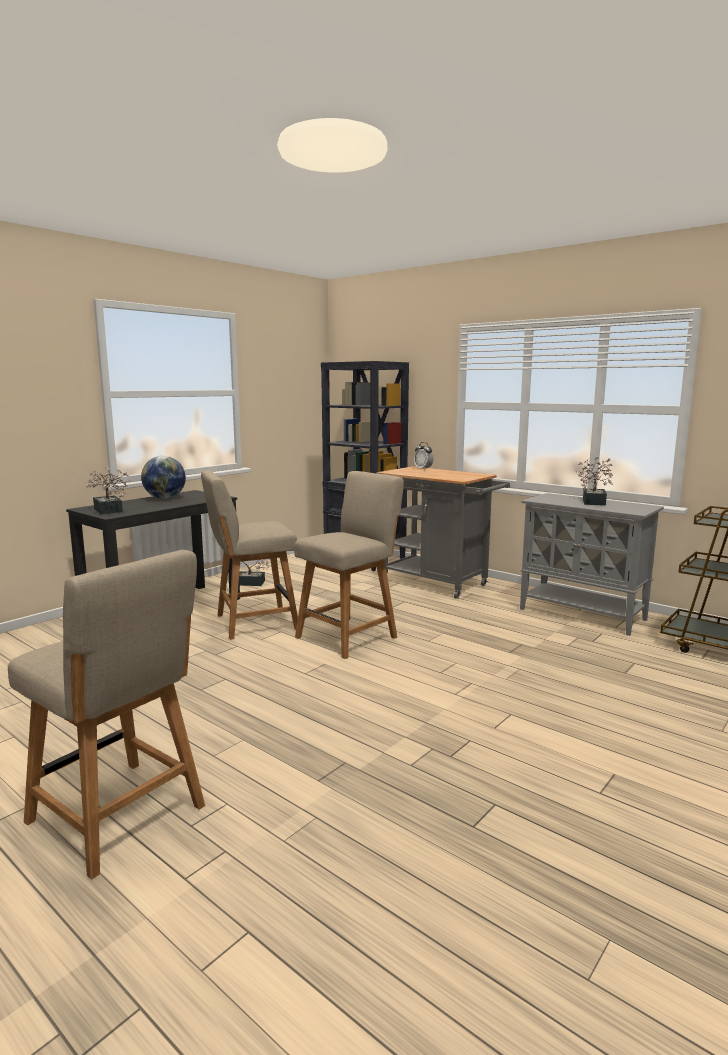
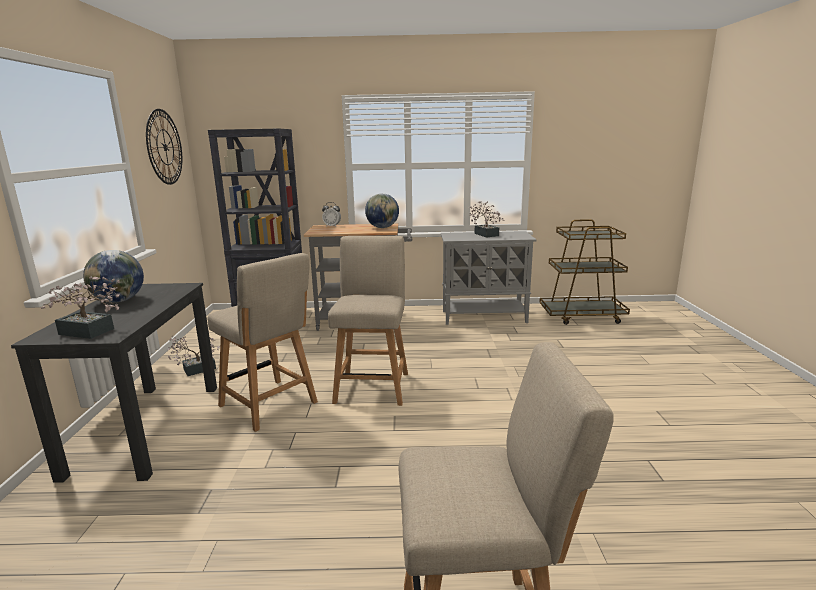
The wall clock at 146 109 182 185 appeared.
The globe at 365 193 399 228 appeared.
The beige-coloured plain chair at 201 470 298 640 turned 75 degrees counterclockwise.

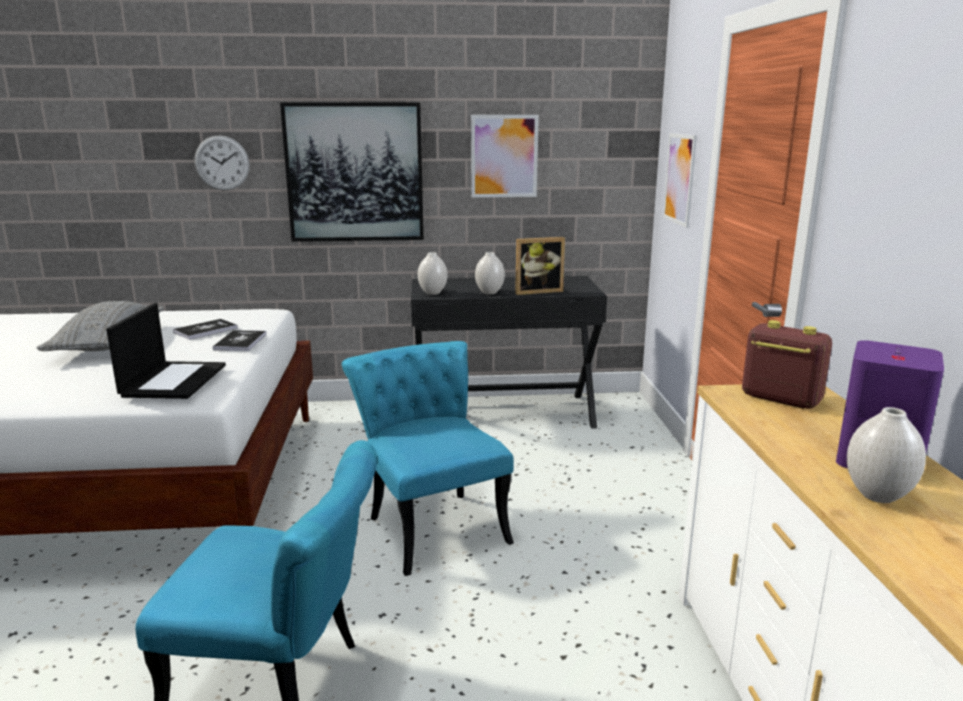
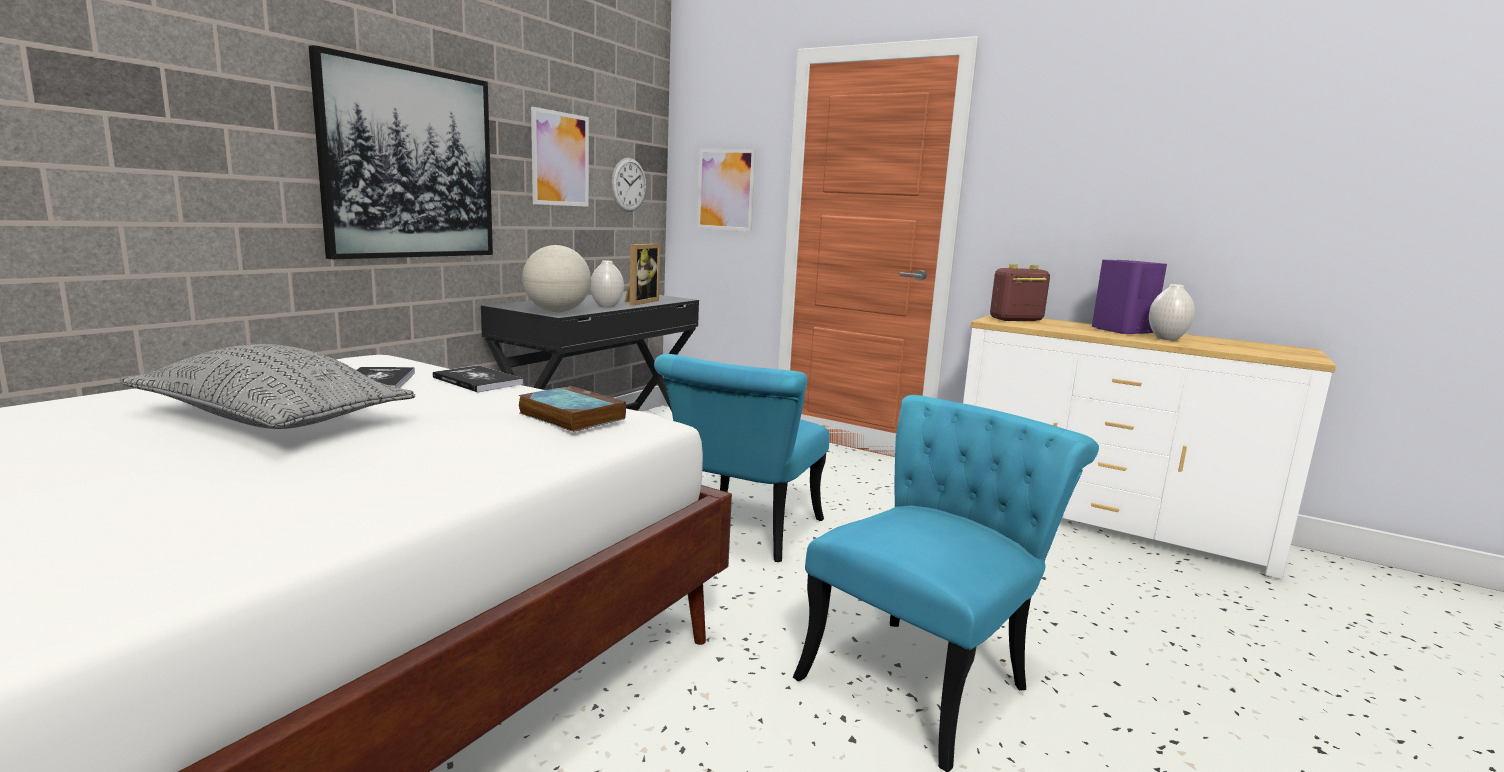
The wall clock moved from 195 135 250 191 to 611 158 646 212.
The laptop at 106 303 226 399 was replaced by the book at 519 386 626 432.
The white-coloured flower vase at 418 252 448 295 was replaced by the globe at 522 245 591 312.
The blue-green plain chair at 342 341 514 576 turned 75 degrees counterclockwise.

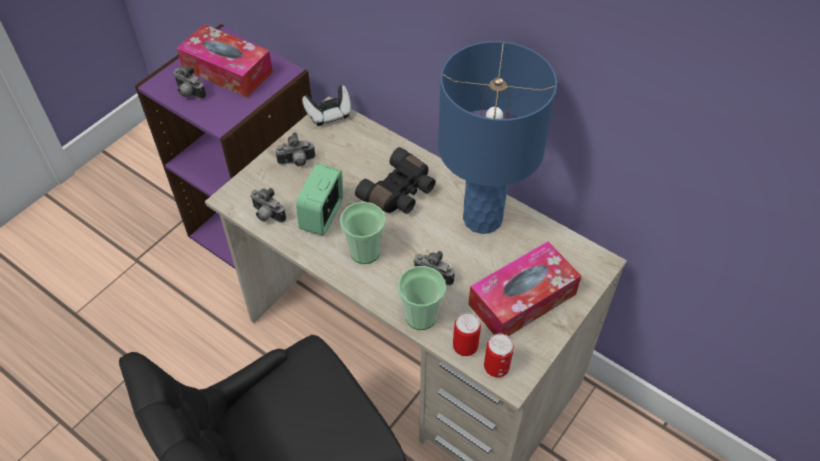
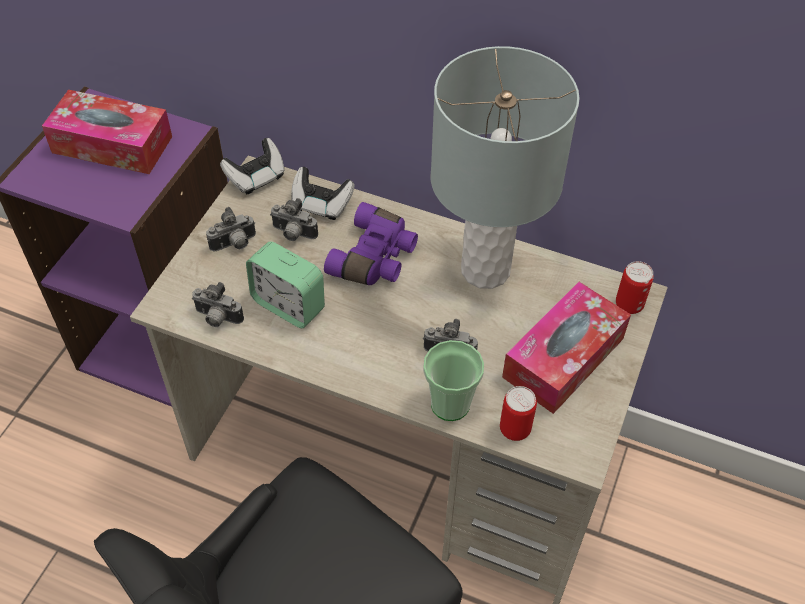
The small cup at 340 202 386 264 disappeared.
The gamepad at 291 167 355 220 appeared.
The photo camera moved from 174 65 206 99 to 270 198 318 241.
The can moved from 484 334 514 377 to 616 261 654 314.
The black-coloured field glasses at 355 147 435 214 became the purple field glasses at 324 202 418 285.
The blue-coloured tabletop lamp at 438 41 557 234 became the greyish tabletop lamp at 431 46 580 289.
The bedside clock at 296 163 343 236 turned 60 degrees counterclockwise.

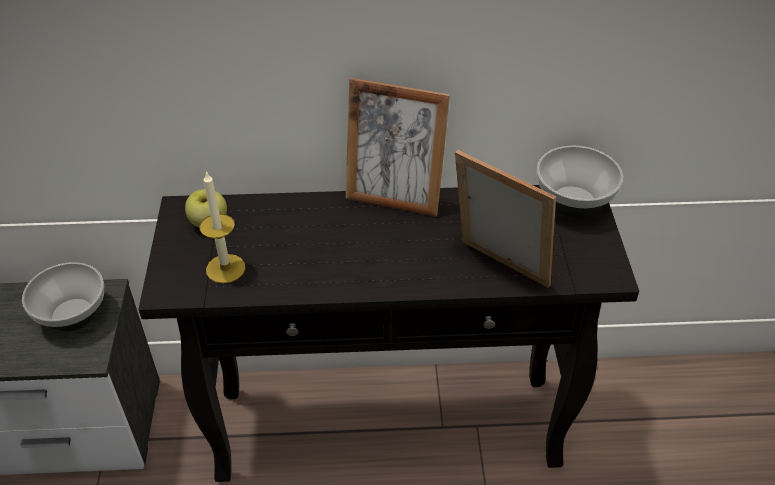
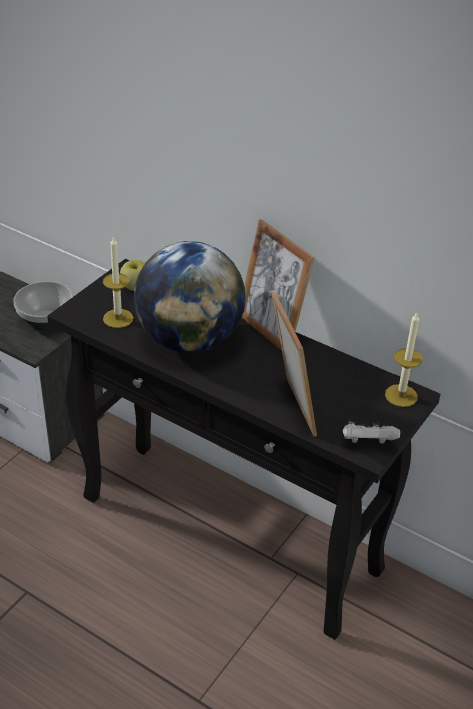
The globe at 134 241 246 353 appeared.
The white-coloured gamepad at 343 421 400 444 appeared.
The serving bowl at 537 146 623 218 was replaced by the candle at 385 313 423 407.

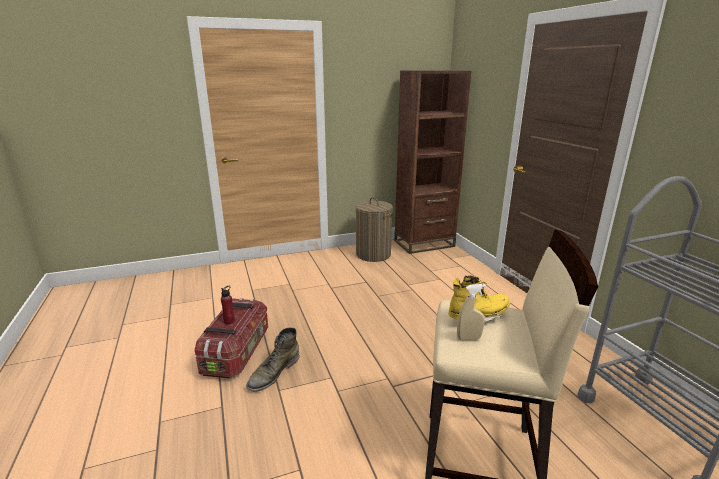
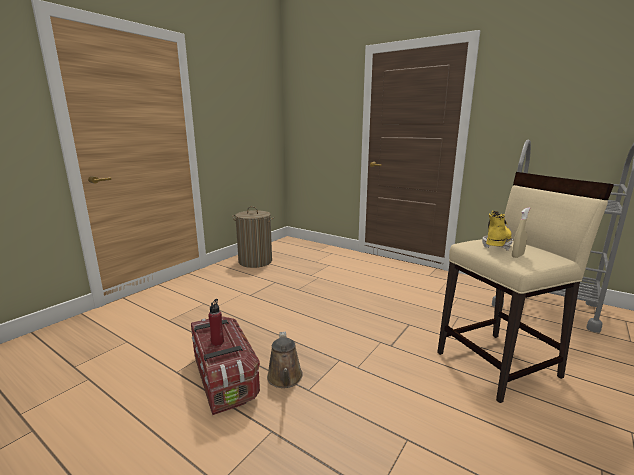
The brown-coloured shelving unit at 394 70 471 254 disappeared.
The green tall boot at 246 328 299 392 was replaced by the brown-coloured watering pot at 267 332 303 388.

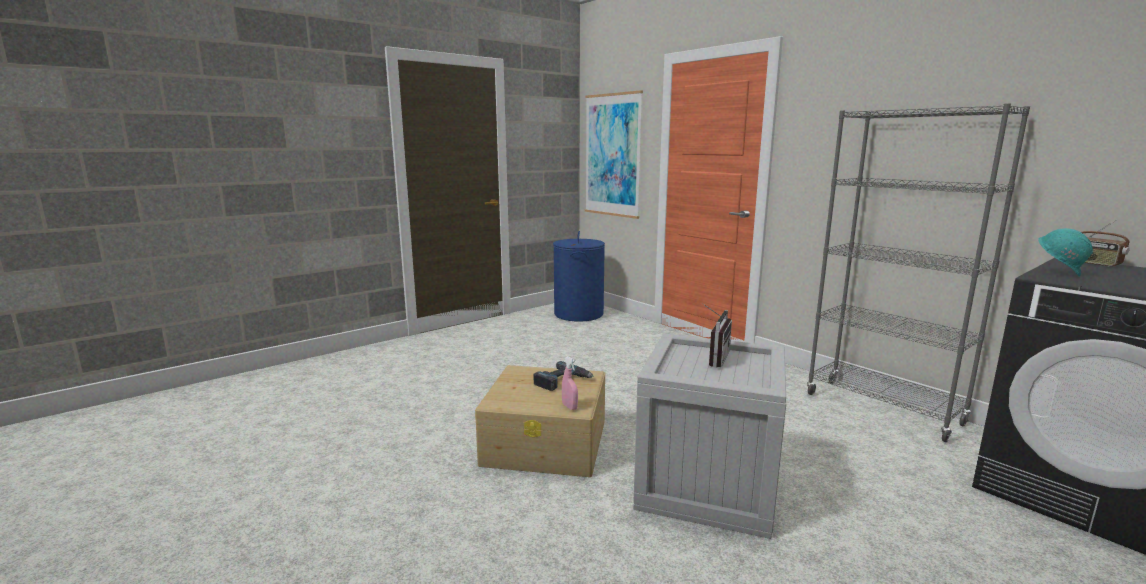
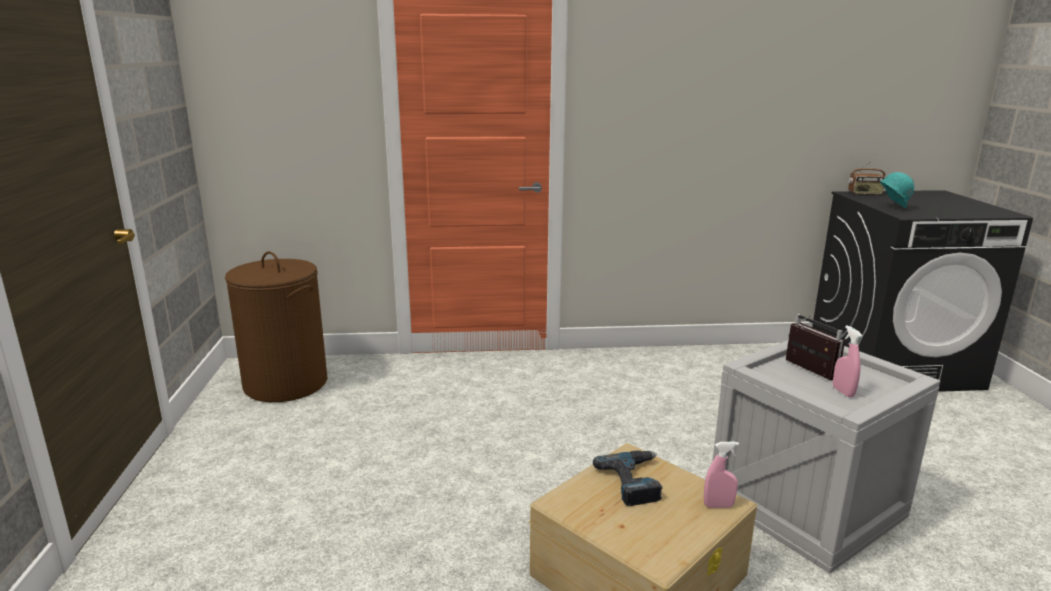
The wall picture at 585 90 643 219 disappeared.
The greyish shelving unit at 806 103 1030 442 disappeared.
The pinkish hand sprayer at 833 325 862 397 appeared.
The blue-coloured hamper at 553 231 605 322 became the brown-coloured hamper at 225 251 328 402.

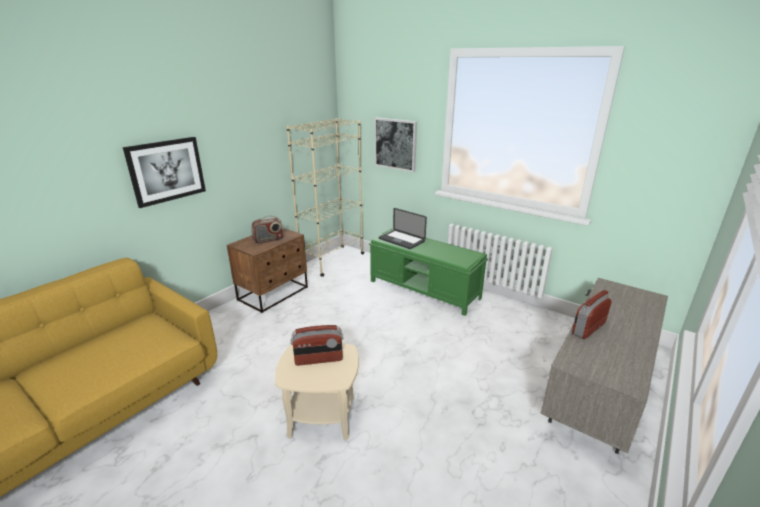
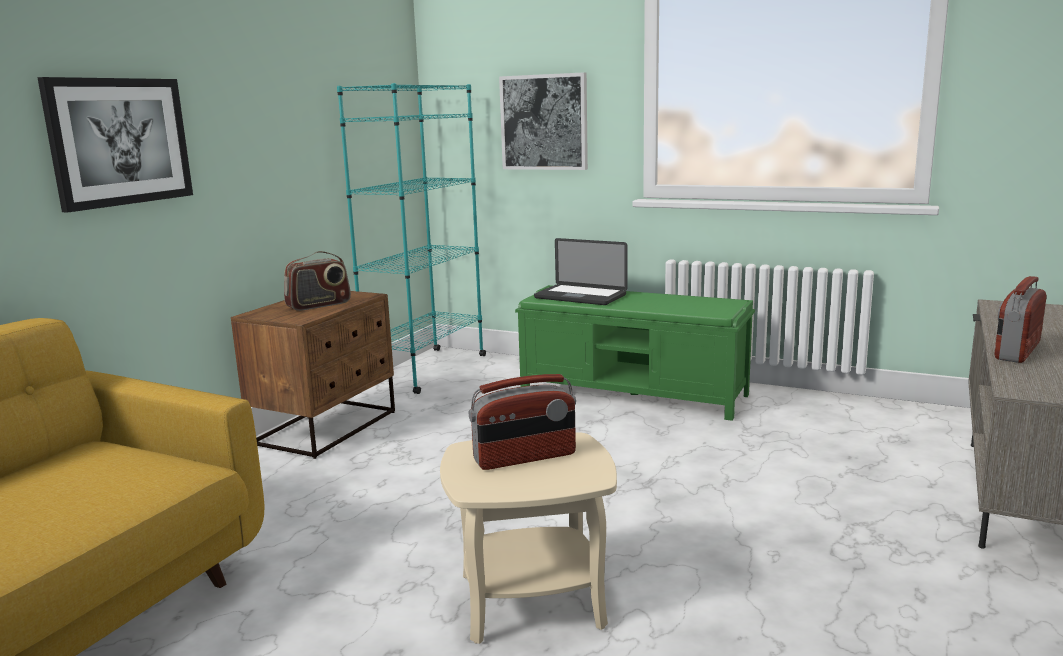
The beige-coloured shelving unit at 286 118 364 277 became the blue-green shelving unit at 337 83 486 394.

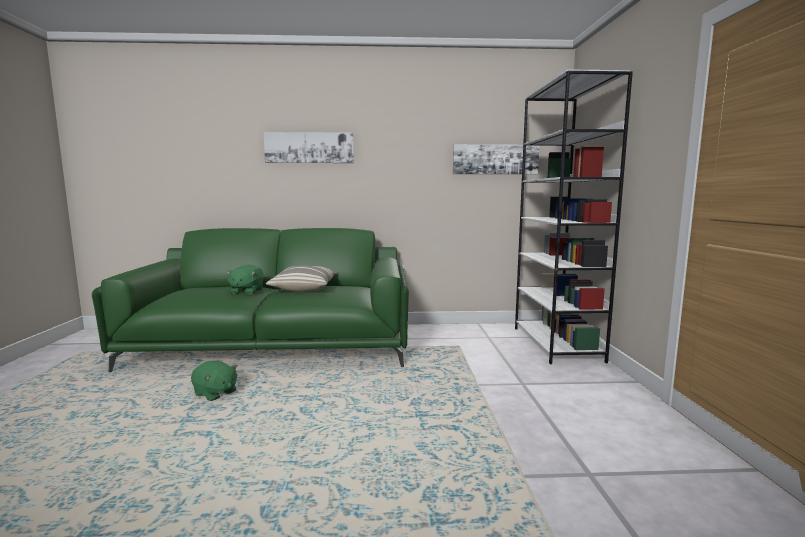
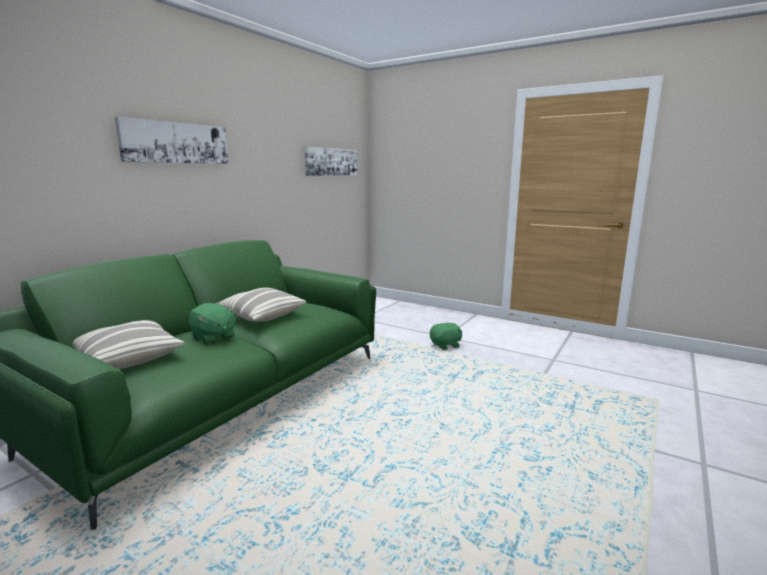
The white-coloured shelving unit at 515 69 633 364 disappeared.
The throw pillow at 73 320 185 369 appeared.
The green soft toy moved from 191 361 238 401 to 430 322 462 350.

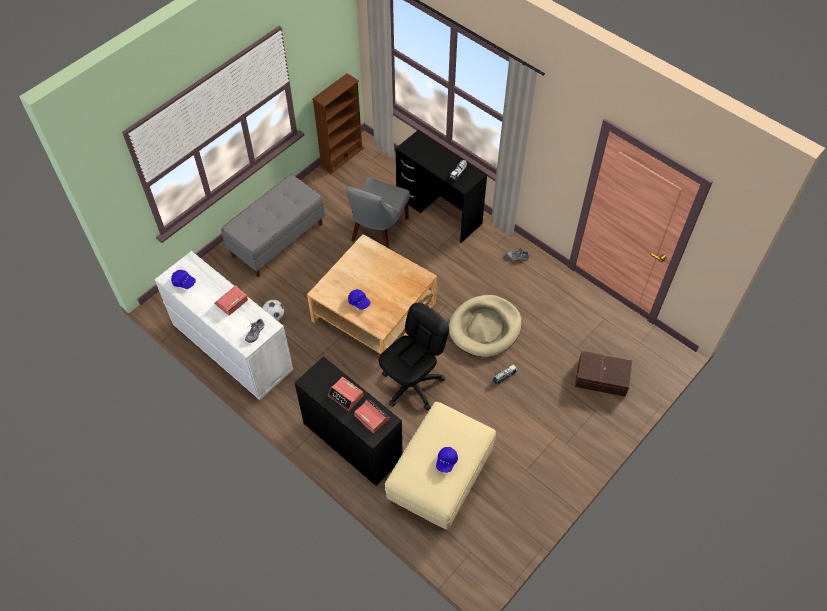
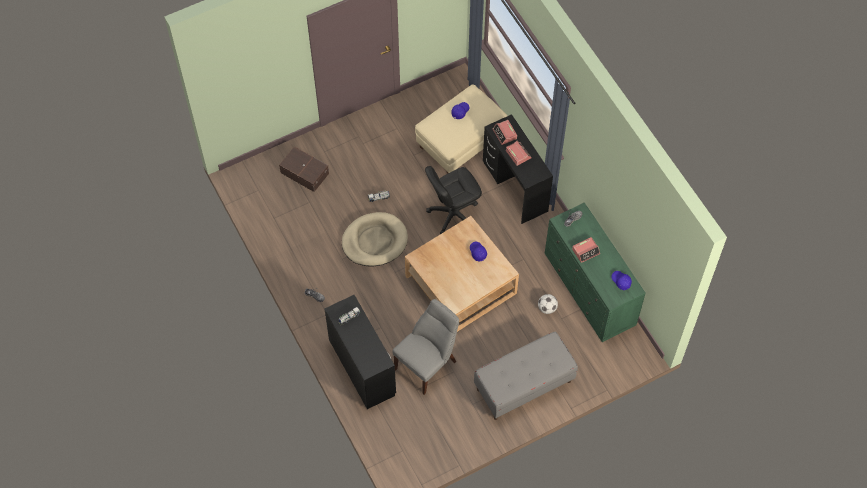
The brown-coloured shelving unit at 312 73 363 174 disappeared.
The white-coloured dresser at 155 251 293 400 became the green dresser at 545 203 646 342.

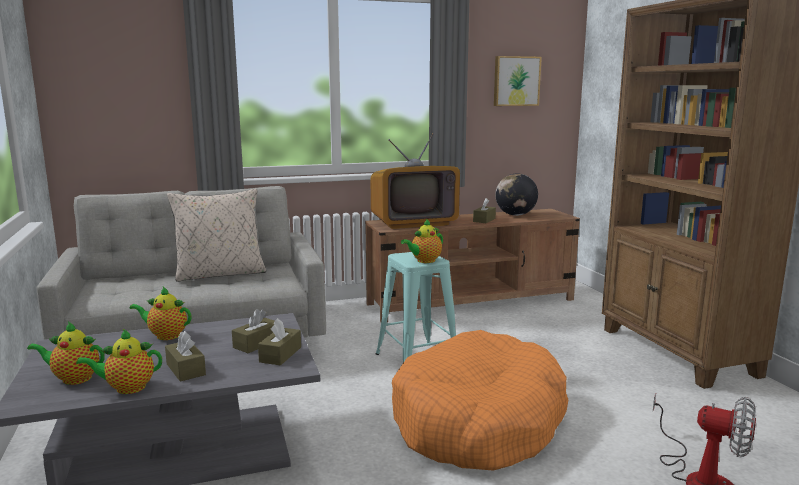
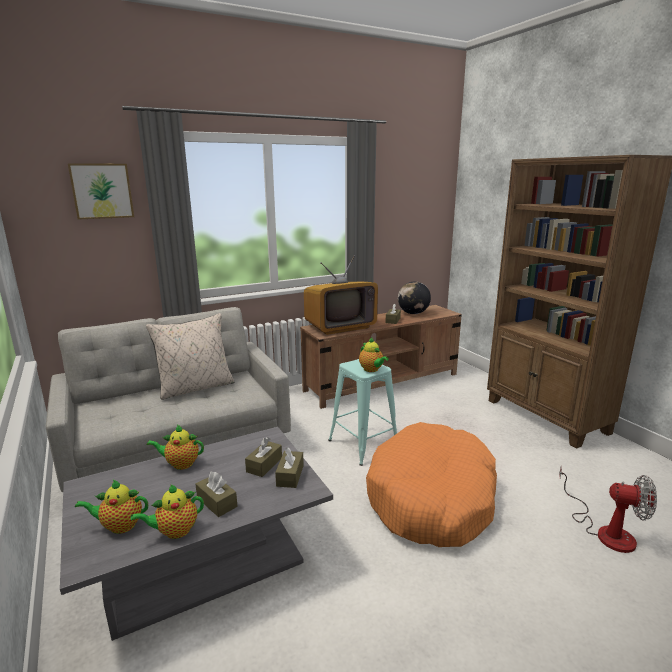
The wall picture moved from 494 56 542 106 to 68 163 134 220.
The tea pot at 401 219 443 263 turned 75 degrees counterclockwise.

